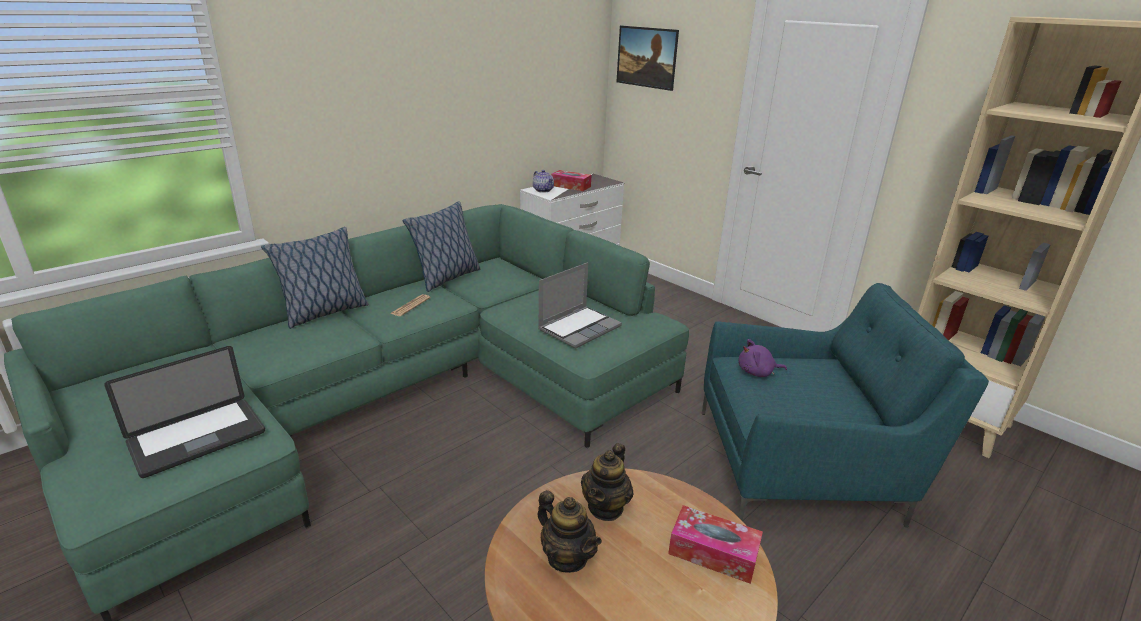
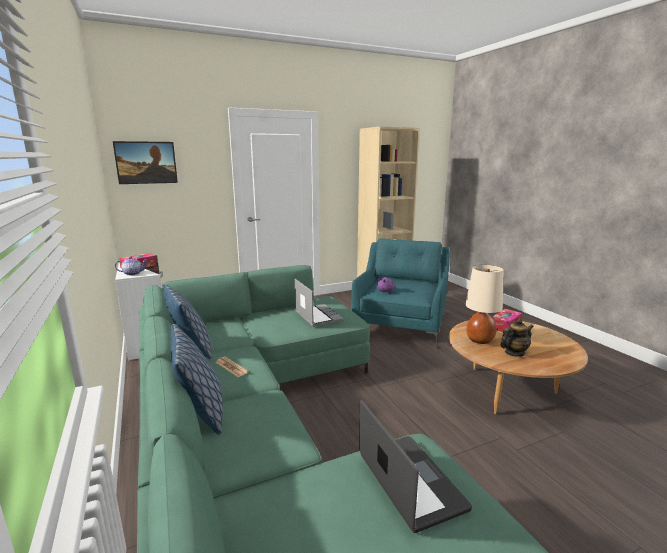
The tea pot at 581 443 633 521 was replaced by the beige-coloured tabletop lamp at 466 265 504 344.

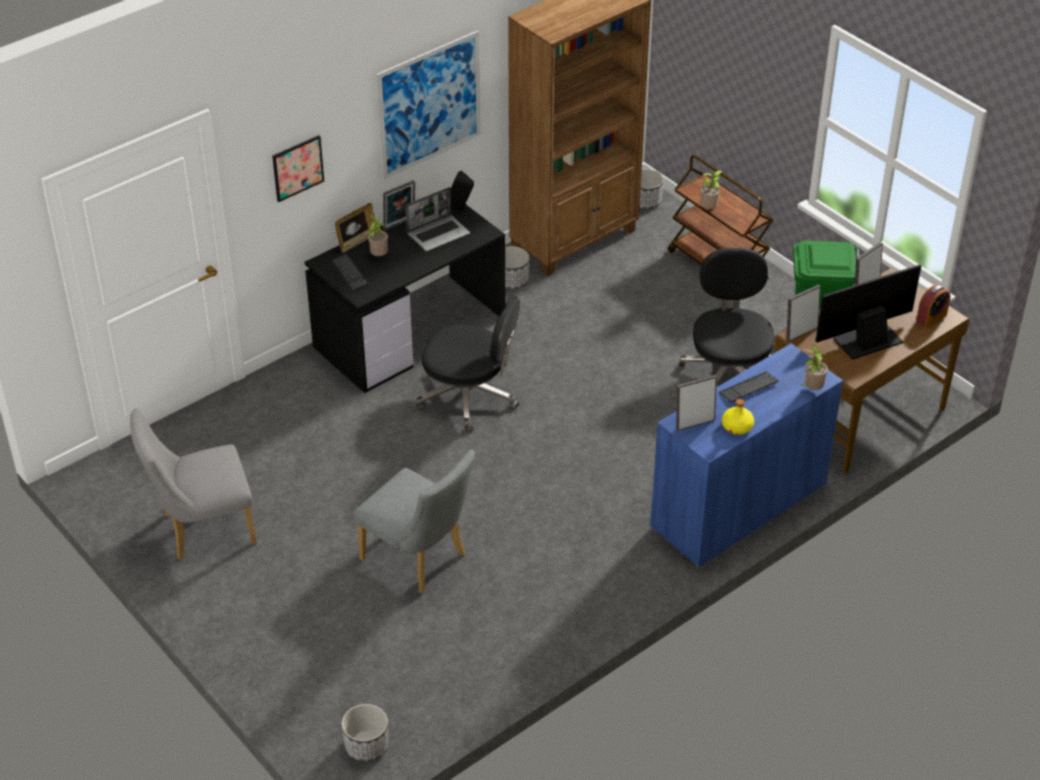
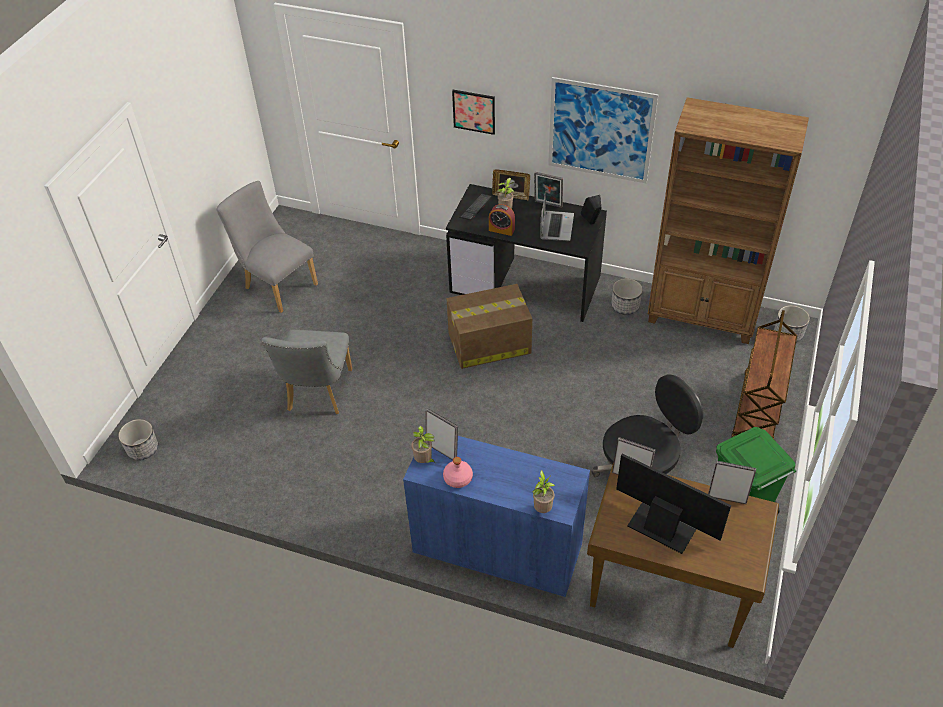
The PC keyboard at 718 372 778 403 disappeared.
The potted plant moved from 701 171 723 209 to 411 426 436 464.
The bedside clock moved from 916 285 951 328 to 489 204 515 236.
The black-coloured computer chair at 417 295 520 432 was replaced by the packing box at 447 284 532 369.
The yellow-coloured drink bottle at 722 399 754 435 became the pinkish drink bottle at 443 457 473 488.
The laptop at 406 187 470 251 turned 105 degrees counterclockwise.

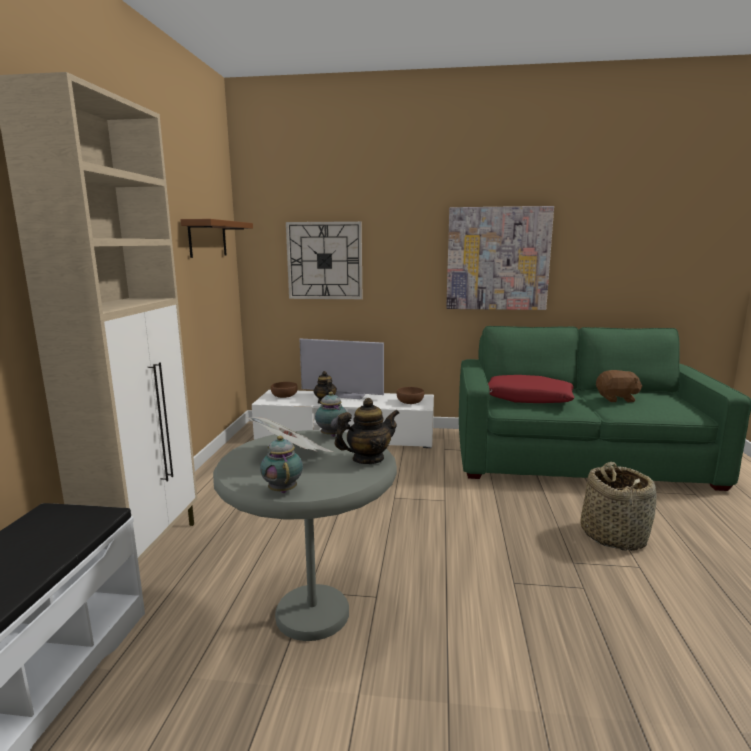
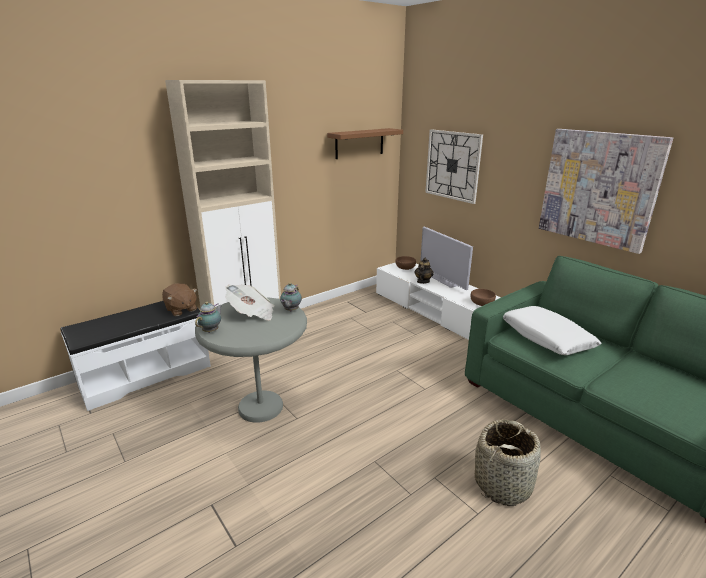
The tea pot at 335 398 399 464 disappeared.
The brown-coloured soft toy moved from 596 370 642 402 to 162 283 197 316.
The red throw pillow at 488 375 575 403 became the white-coloured throw pillow at 503 306 602 355.

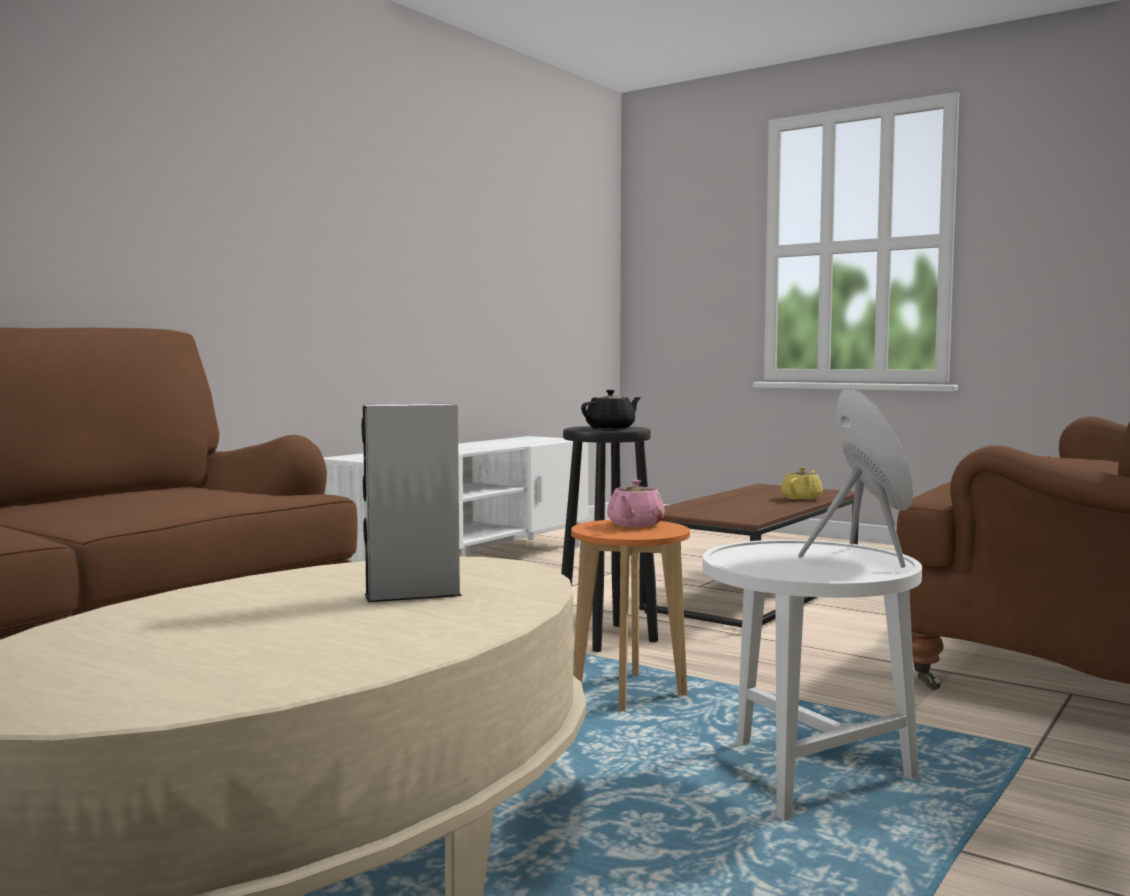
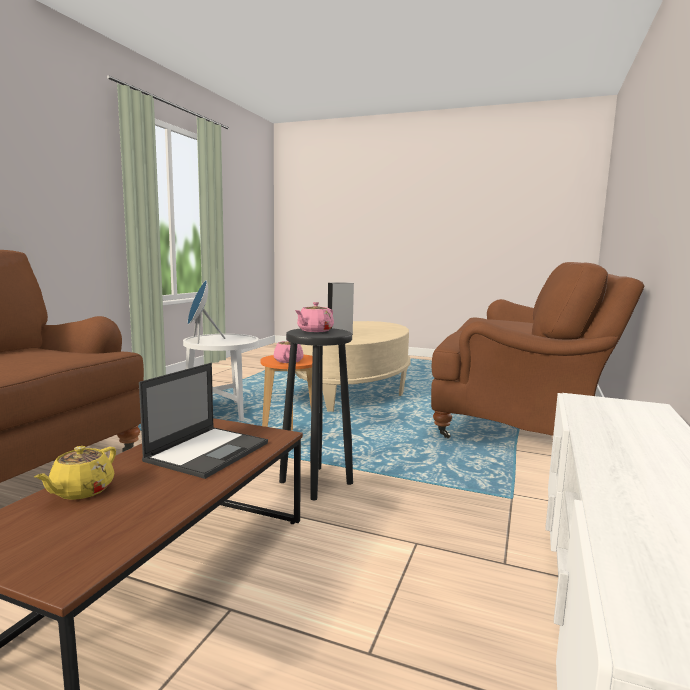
The laptop at 139 363 268 479 appeared.
The black-coloured tea pot at 581 390 641 429 became the pinkish tea pot at 295 302 334 332.

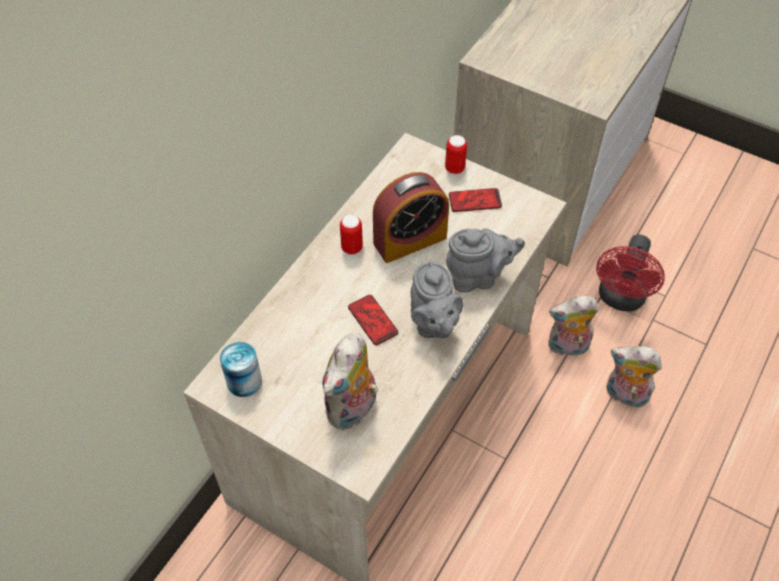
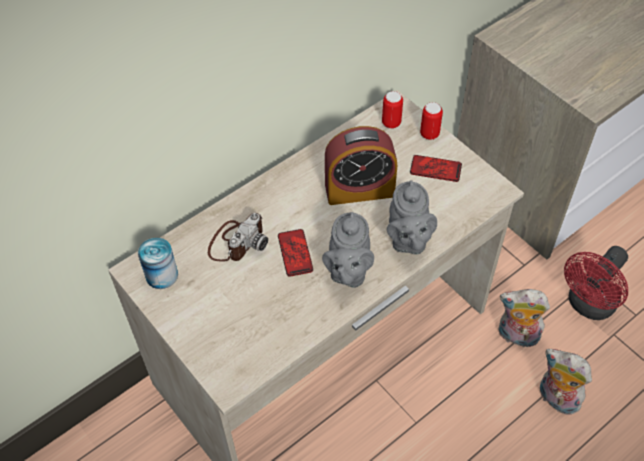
The soft toy at 323 333 378 430 disappeared.
The photo camera at 208 213 268 261 appeared.
The can moved from 340 215 363 255 to 382 91 403 129.
The greyish tea pot at 446 228 525 293 turned 75 degrees clockwise.

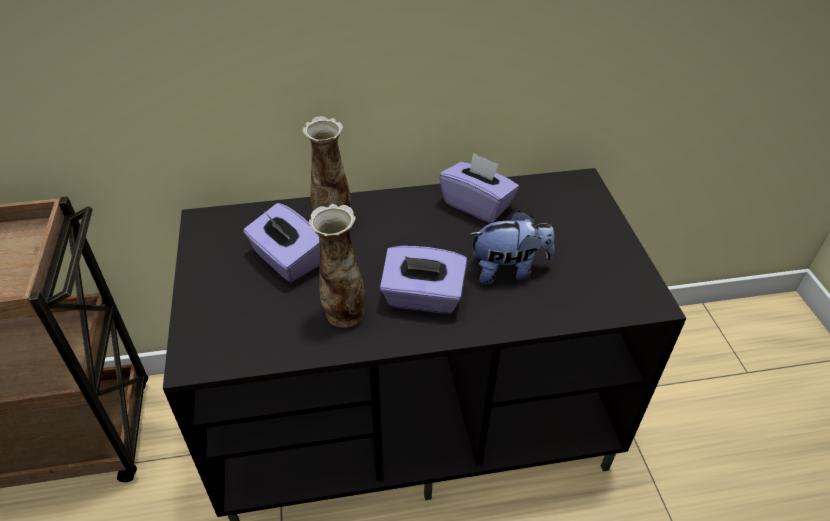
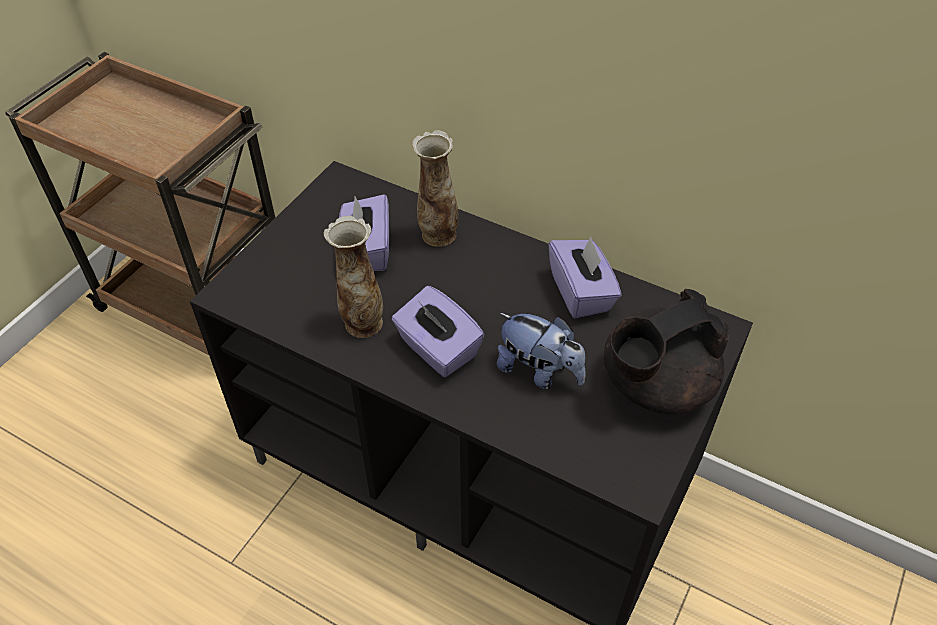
The black-coloured tea pot at 604 289 730 415 appeared.

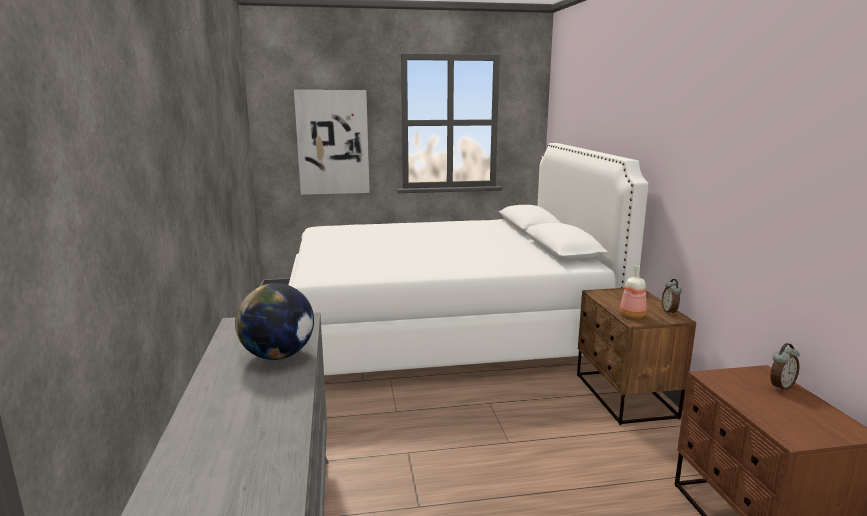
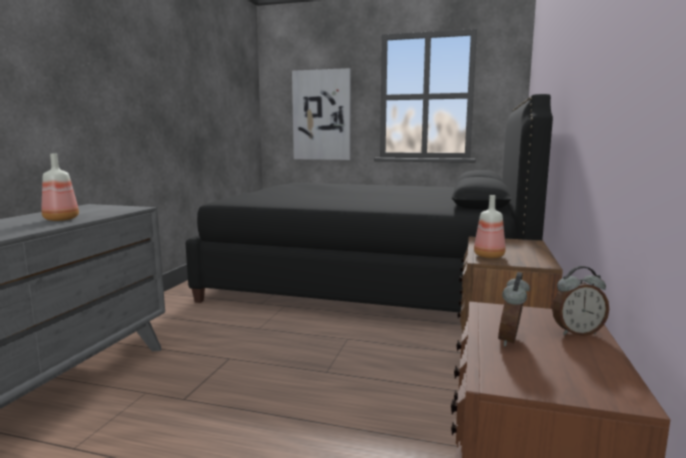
The bedside clock moved from 662 279 682 315 to 498 272 530 347.
The globe at 235 283 314 360 was replaced by the drink bottle at 41 154 79 221.
The white-coloured bed at 289 143 649 375 became the black-coloured bed at 186 94 553 313.

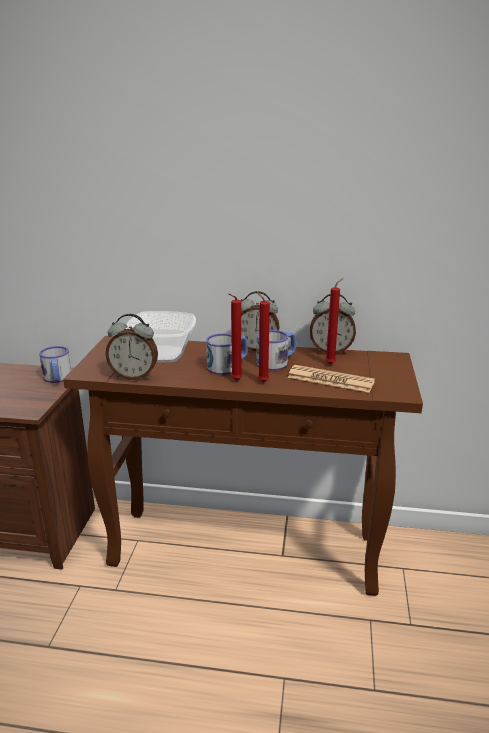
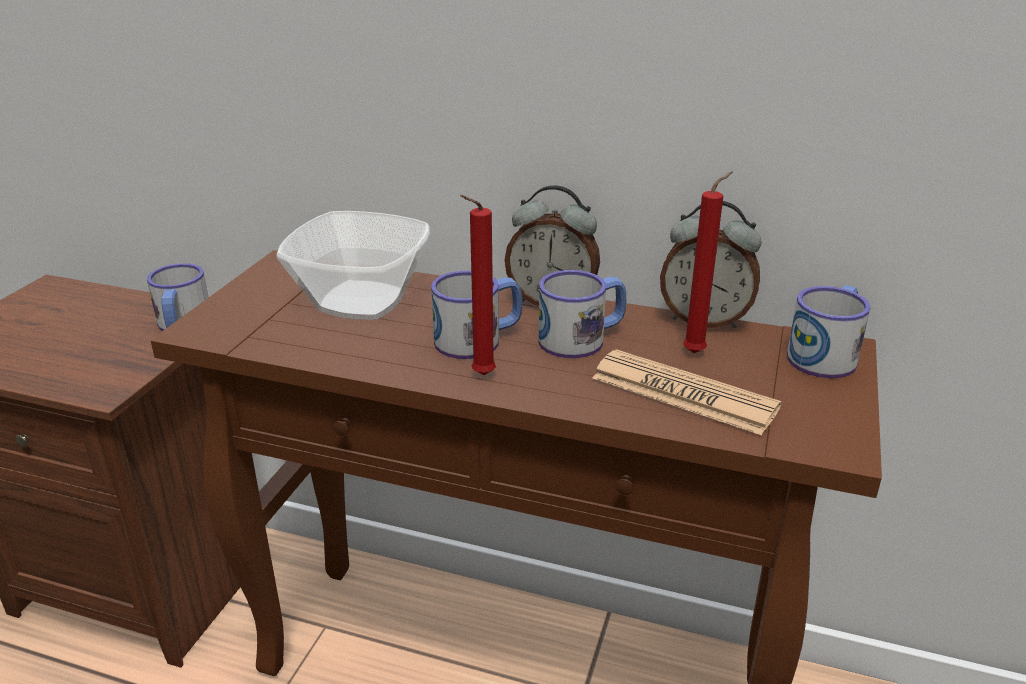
The bedside clock at 106 314 158 380 disappeared.
The red candle at 256 291 270 382 disappeared.
The mug at 787 285 871 378 appeared.

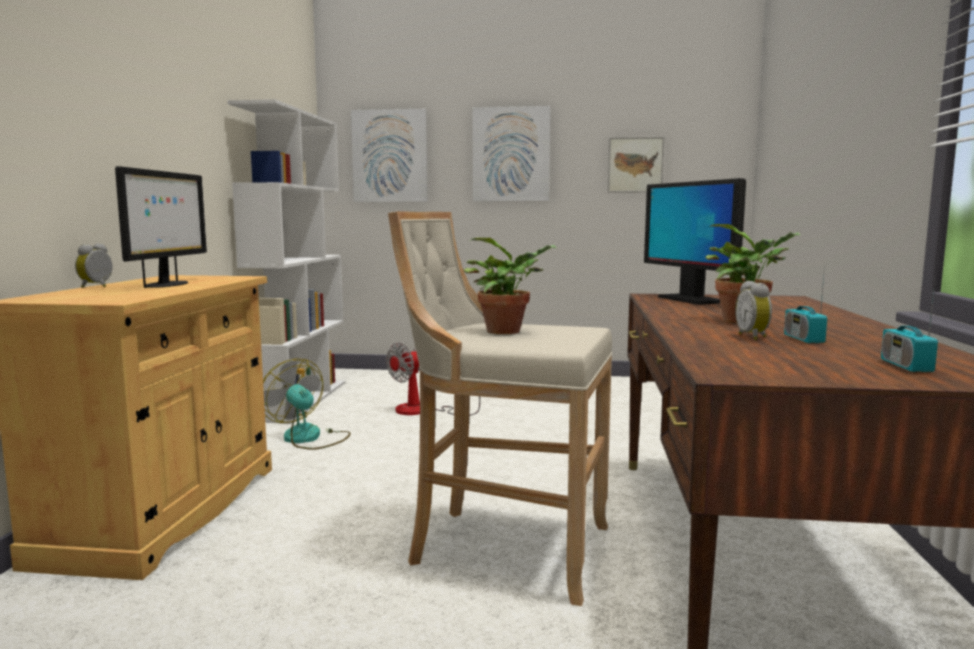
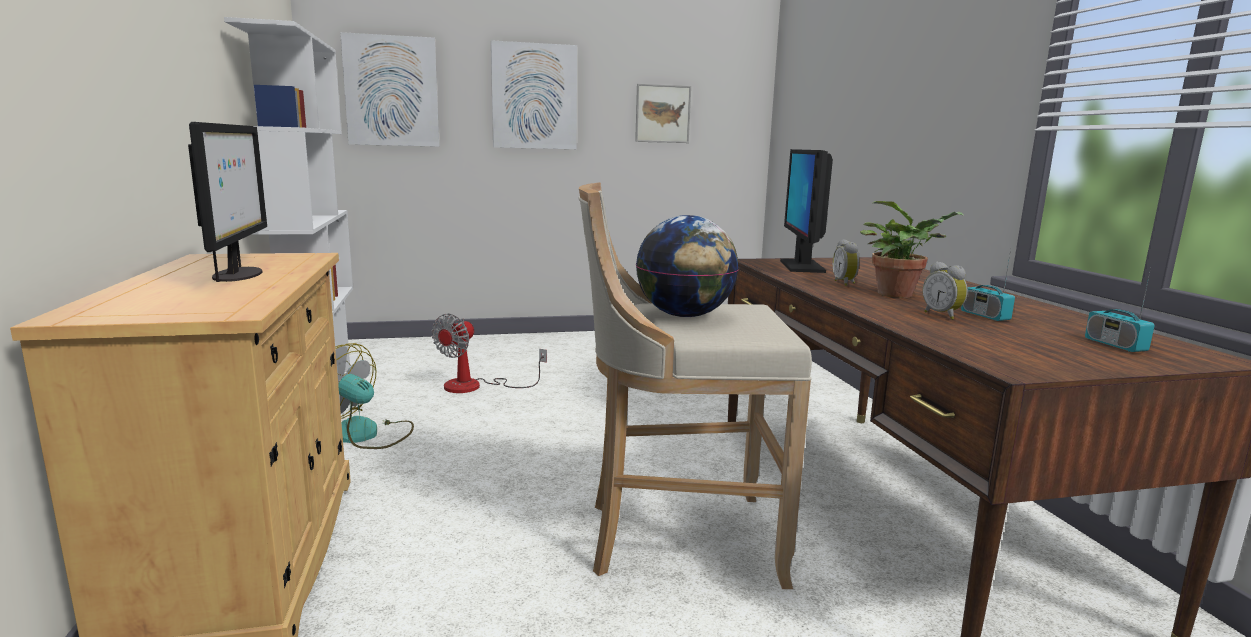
The bedside clock moved from 75 243 112 288 to 832 239 859 286.
The potted plant at 464 238 557 334 was replaced by the globe at 636 215 739 317.
The monitor at 644 178 746 305 turned 45 degrees clockwise.

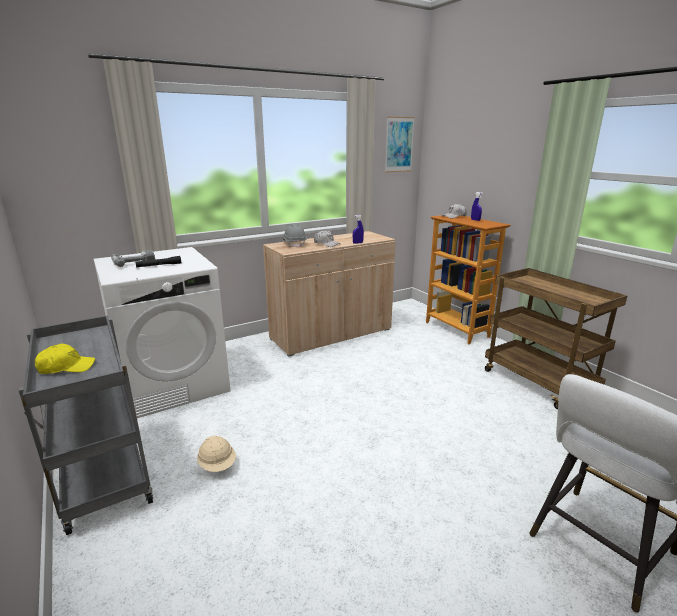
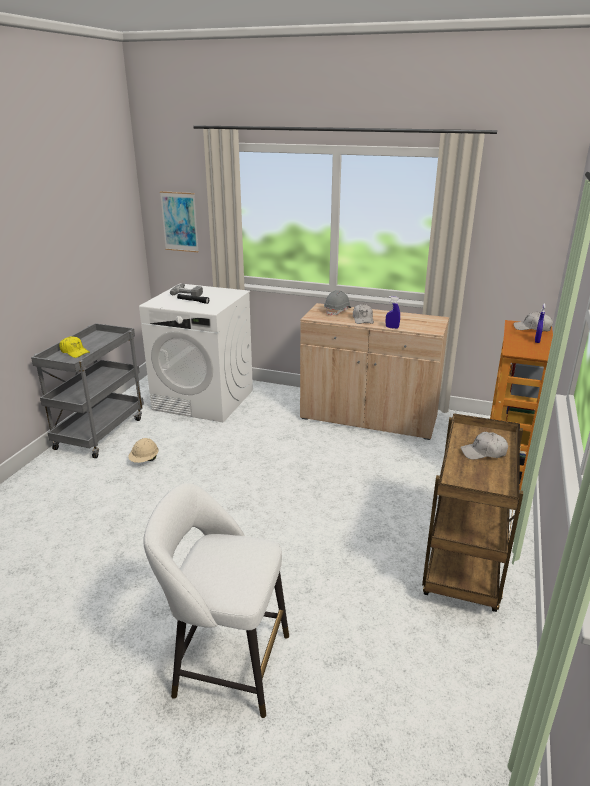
The white-coloured cap at 460 432 508 460 appeared.
The wall picture moved from 385 117 415 172 to 160 191 199 252.

